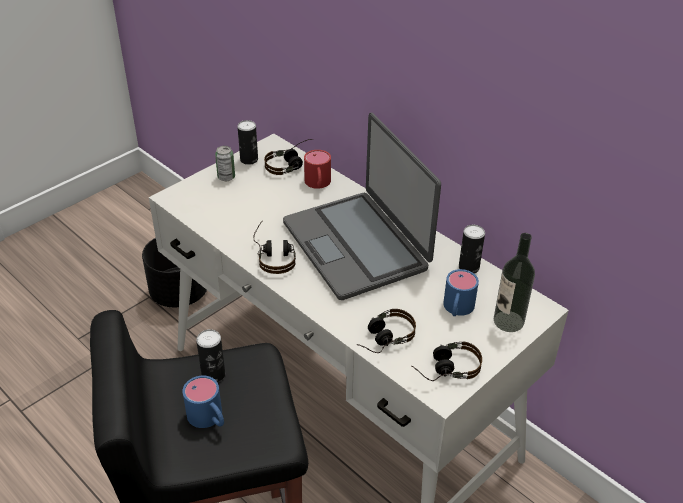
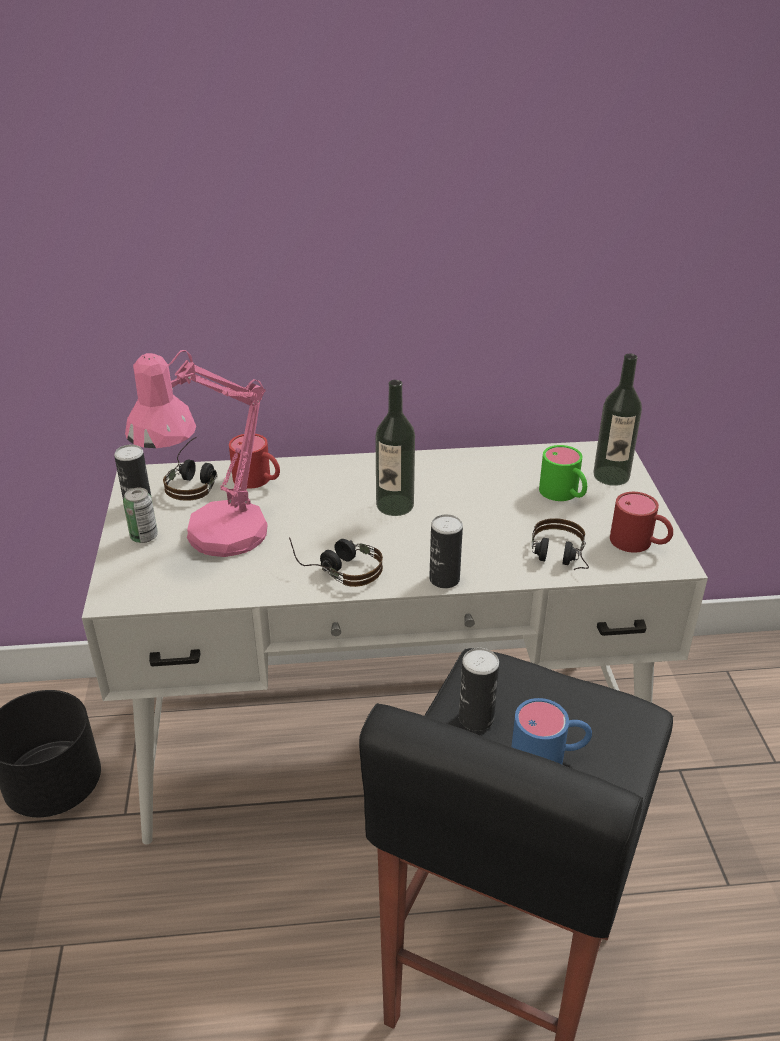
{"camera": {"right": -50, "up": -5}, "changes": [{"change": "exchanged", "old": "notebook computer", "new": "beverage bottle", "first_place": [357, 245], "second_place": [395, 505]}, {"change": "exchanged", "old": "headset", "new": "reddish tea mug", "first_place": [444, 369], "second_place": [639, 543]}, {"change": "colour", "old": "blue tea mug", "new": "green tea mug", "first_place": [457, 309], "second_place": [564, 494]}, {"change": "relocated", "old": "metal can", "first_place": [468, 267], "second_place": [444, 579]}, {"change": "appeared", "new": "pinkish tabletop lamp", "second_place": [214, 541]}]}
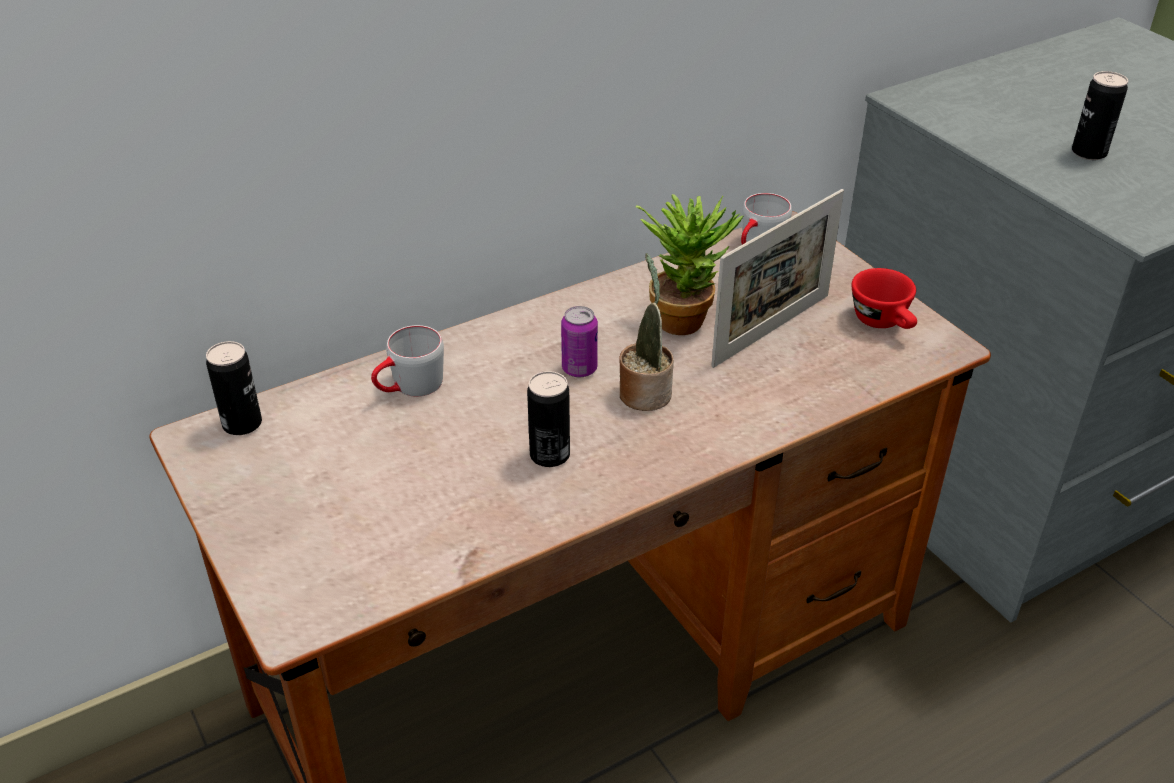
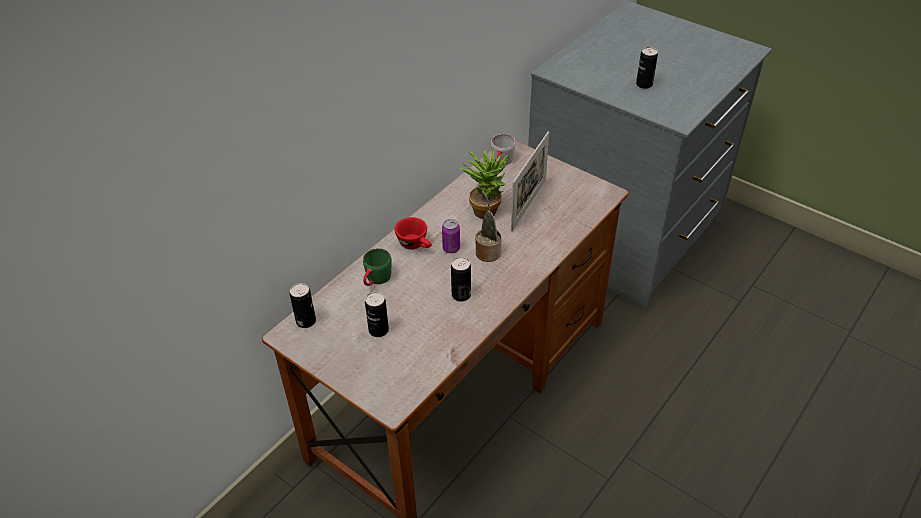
{"camera": {"right": -20, "up": 5}, "changes": [{"change": "colour", "old": "greyish tea mug", "new": "green tea mug", "first_place": [409, 387], "second_place": [376, 280]}, {"change": "relocated", "old": "reddish drinking cup", "first_place": [884, 323], "second_place": [415, 245]}, {"change": "appeared", "new": "metal can", "second_place": [378, 330]}]}
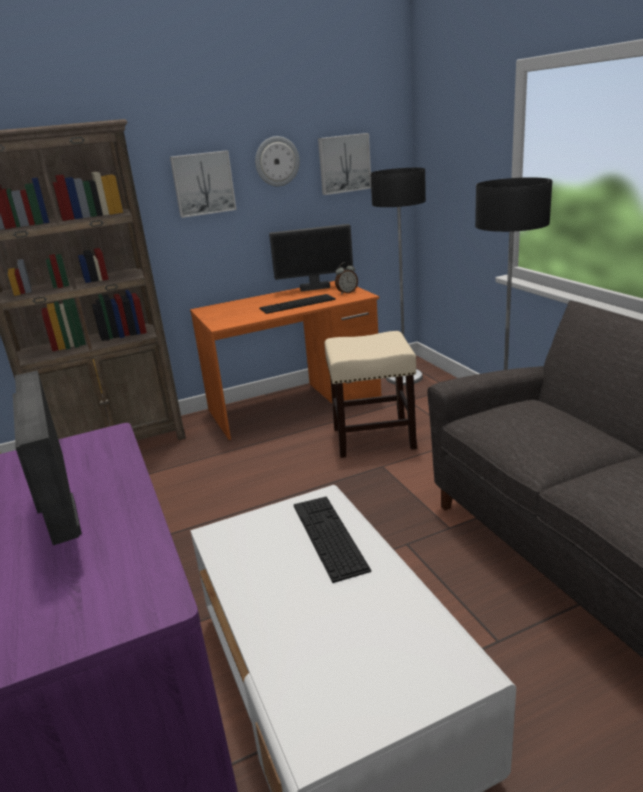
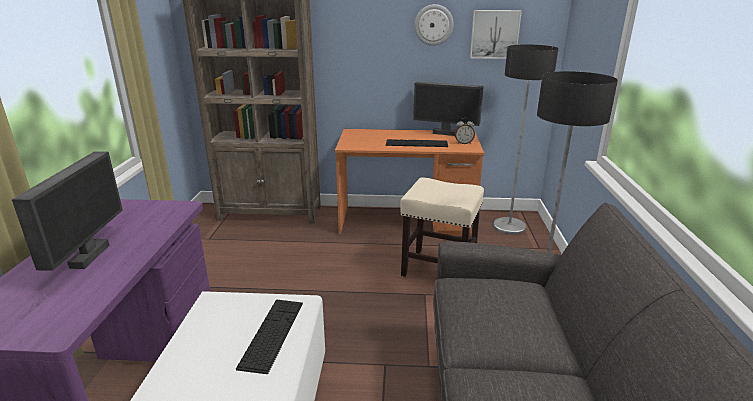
{"camera": {"right": 25, "up": 0}, "changes": [{"change": "missing", "old": "wall picture", "first_place": [203, 183]}]}
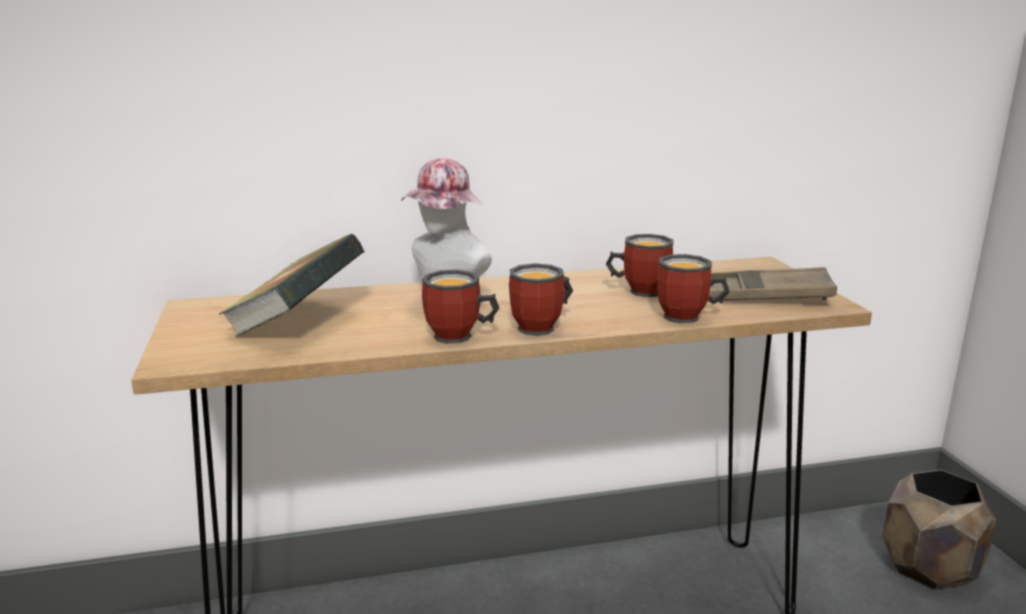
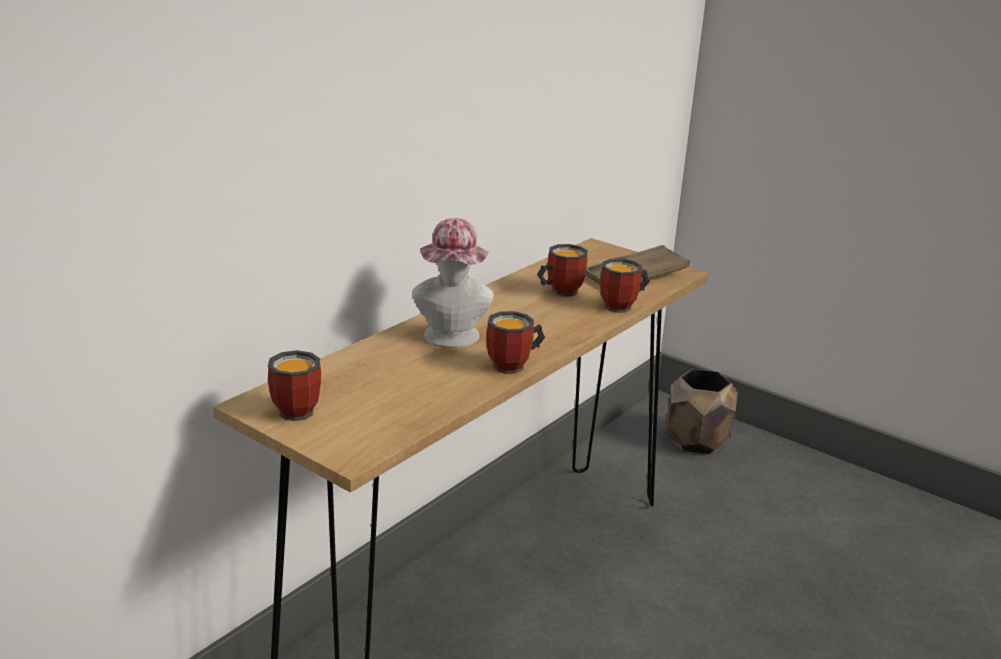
{"camera": {"right": -40, "up": 5}, "changes": [{"change": "missing", "old": "bound book", "first_place": [297, 323]}, {"change": "relocated", "old": "tea mug", "first_place": [543, 327], "second_place": [301, 409]}]}
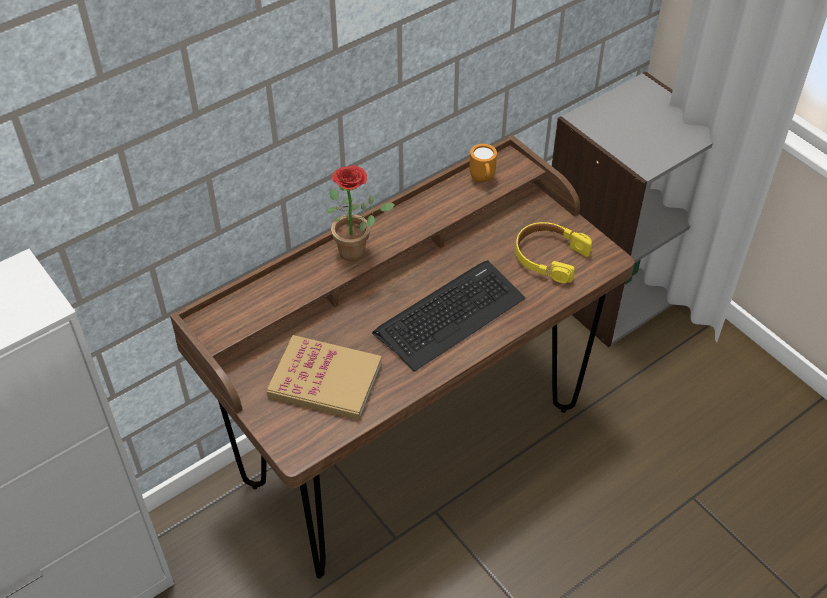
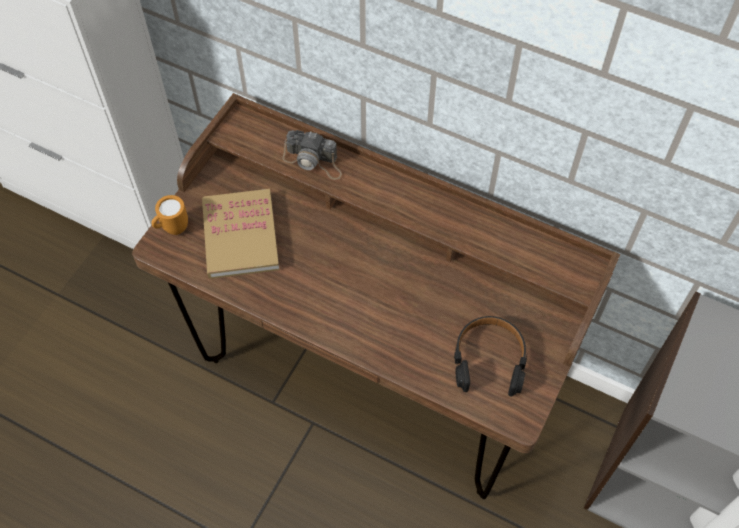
{"camera": {"right": 65, "up": 10}, "changes": [{"change": "missing", "old": "potted plant", "first_place": [358, 250]}, {"change": "missing", "old": "PC keyboard", "first_place": [450, 315]}, {"change": "relocated", "old": "orange tea mug", "first_place": [483, 180], "second_place": [172, 229]}, {"change": "colour", "old": "yellowish headset", "new": "black headset", "first_place": [549, 257], "second_place": [489, 359]}, {"change": "appeared", "new": "photo camera", "second_place": [314, 161]}]}
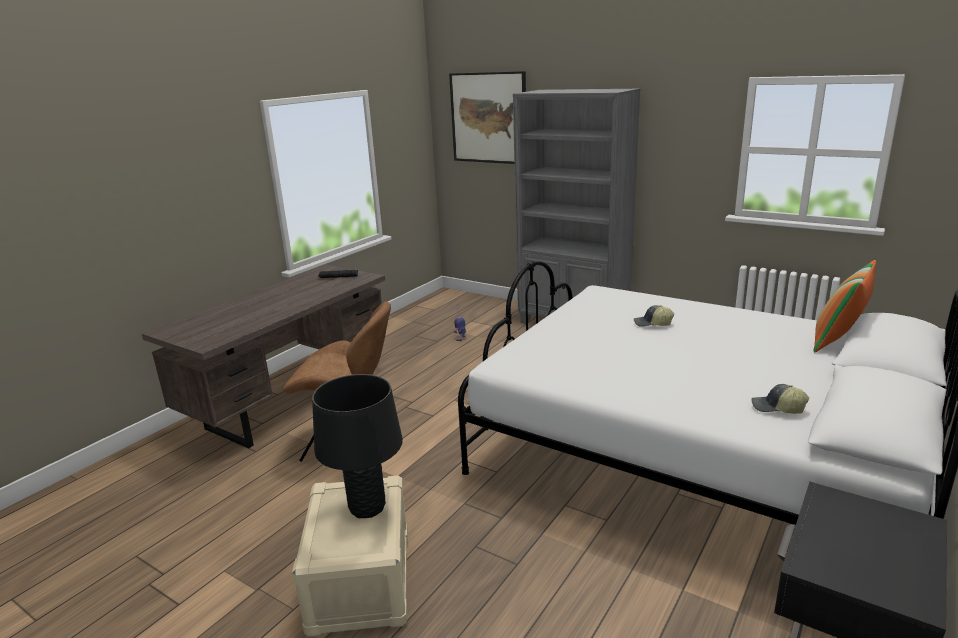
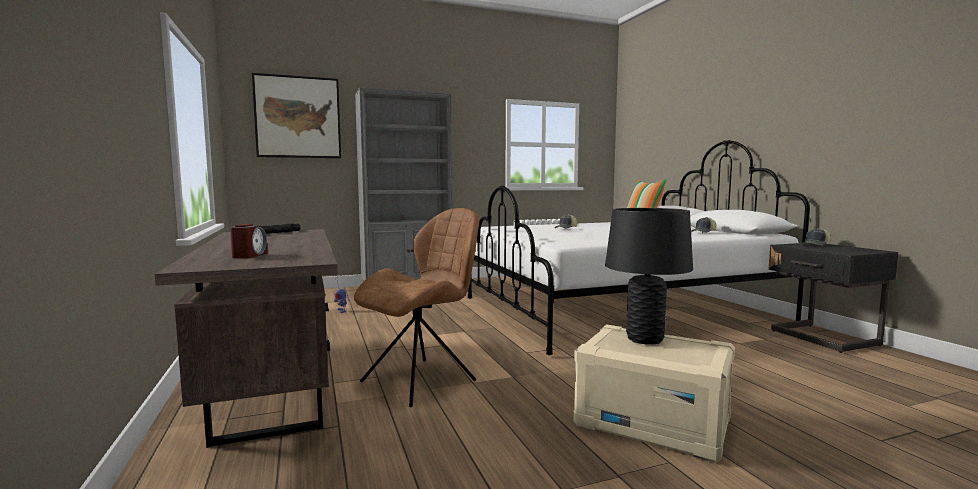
{"camera": {"right": -55, "up": -15}, "changes": [{"change": "appeared", "new": "table clock", "second_place": [249, 255]}, {"change": "appeared", "new": "peaked cap", "second_place": [816, 245]}]}
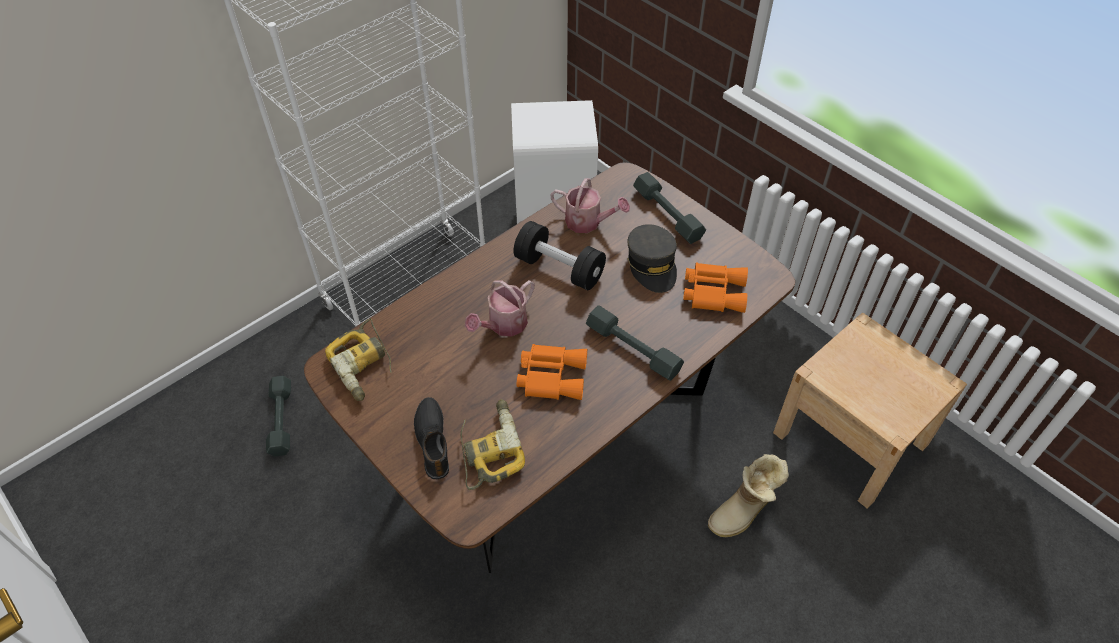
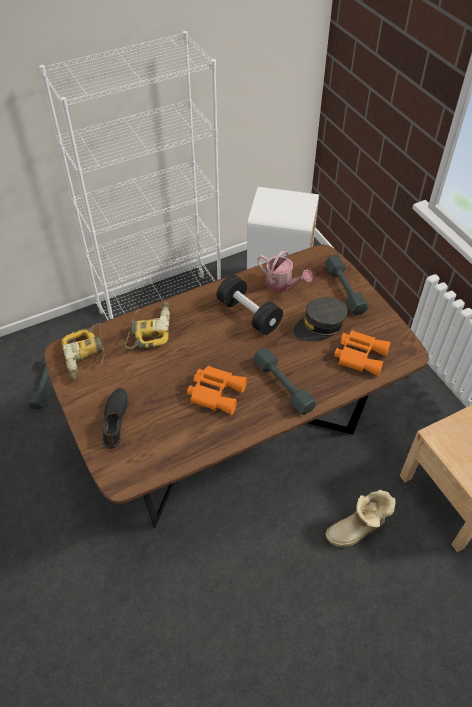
{"camera": {"right": 15, "up": 0}, "changes": [{"change": "relocated", "old": "power drill", "first_place": [489, 448], "second_place": [149, 329]}, {"change": "missing", "old": "sprinkling can", "first_place": [503, 325]}, {"change": "spun", "old": "greyish peaked cap", "first_place": [652, 265], "second_place": [319, 326], "degrees": 60}]}
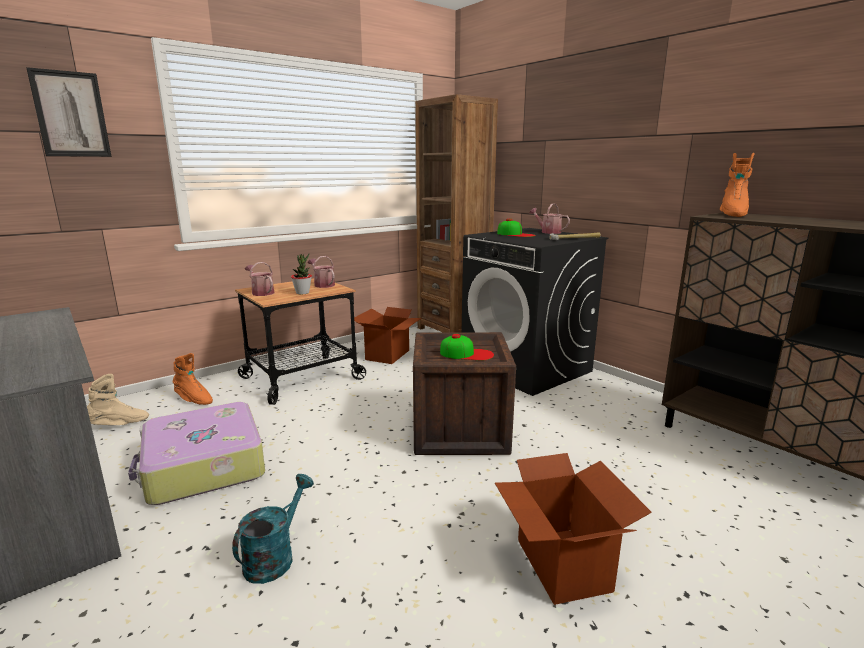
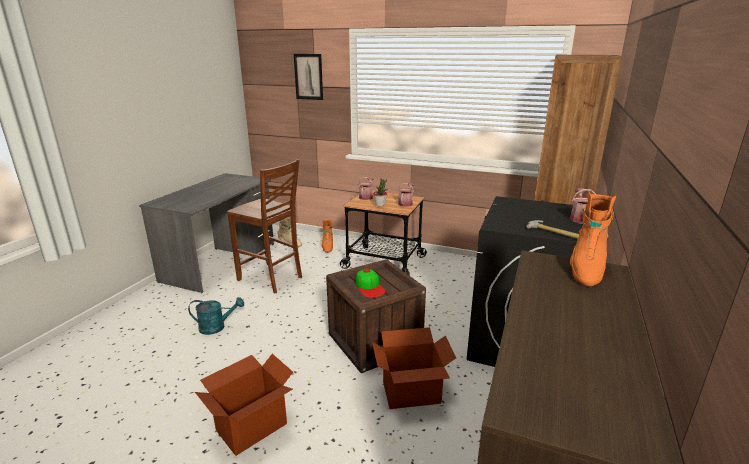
{"camera": {"right": 60, "up": 5}, "changes": [{"change": "exchanged", "old": "suitcase", "new": "brown-coloured plain chair", "first_place": [203, 466], "second_place": [271, 279]}, {"change": "relocated", "old": "packing box", "first_place": [388, 355], "second_place": [411, 393]}, {"change": "missing", "old": "peaked cap", "first_place": [515, 234]}, {"change": "spun", "old": "orange high-top boot", "first_place": [732, 214], "second_place": [585, 269], "degrees": -60}]}
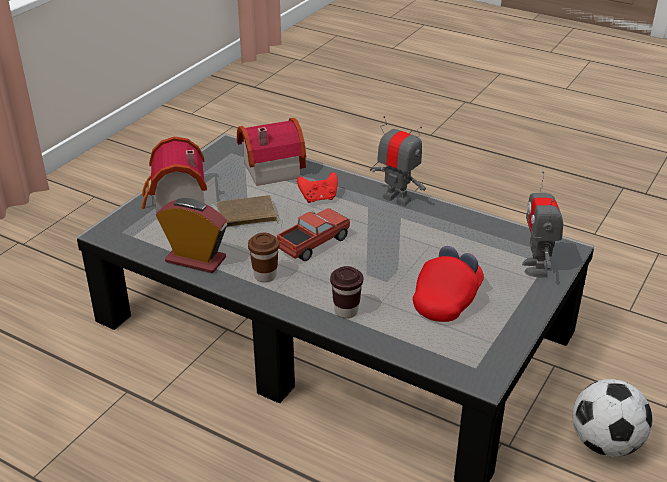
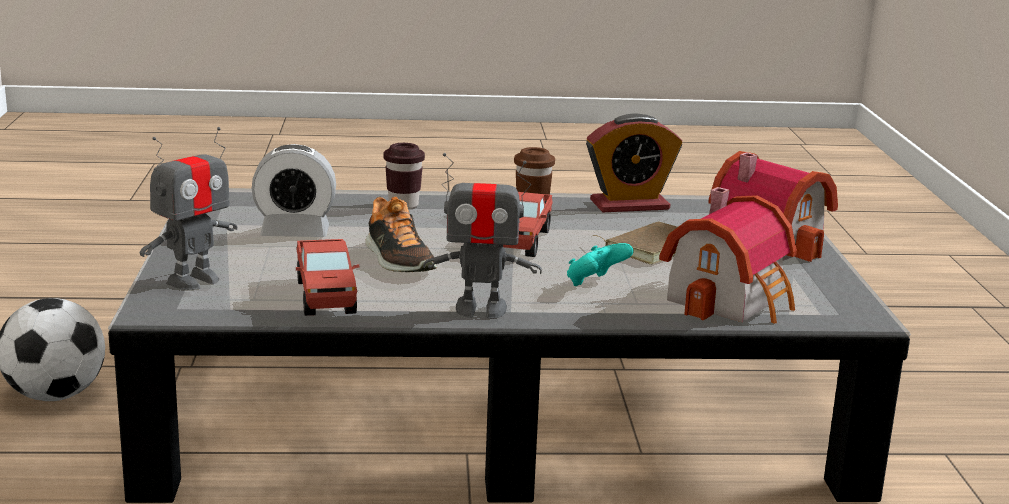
{"camera": {"right": 145, "up": -15}, "changes": [{"change": "colour", "old": "reddish gamepad", "new": "blue-green gamepad", "first_place": [319, 198], "second_place": [595, 284]}, {"change": "exchanged", "old": "reddish peaked cap", "new": "table clock", "first_place": [447, 299], "second_place": [295, 232]}, {"change": "spun", "old": "toy robot", "first_place": [536, 268], "second_place": [193, 280], "degrees": 75}, {"change": "appeared", "new": "model truck", "second_place": [325, 296]}, {"change": "appeared", "new": "shoe", "second_place": [398, 260]}]}
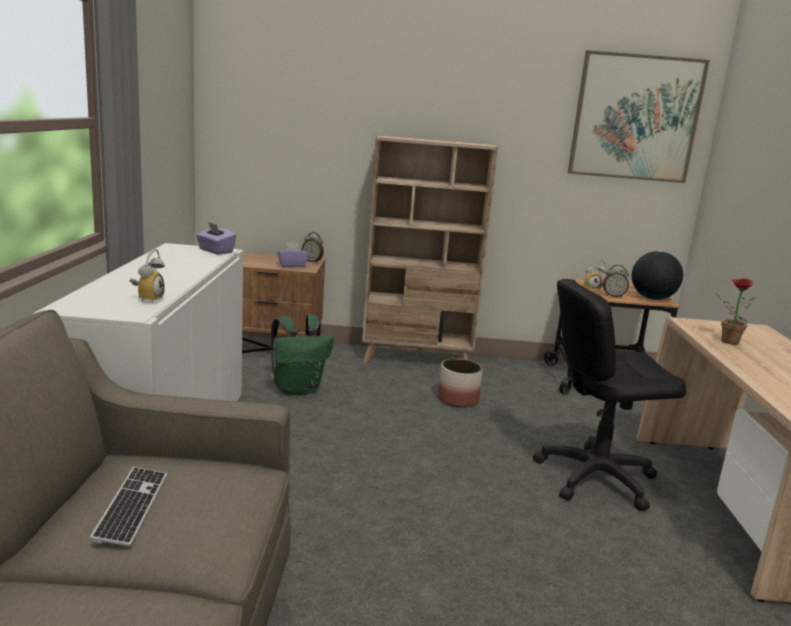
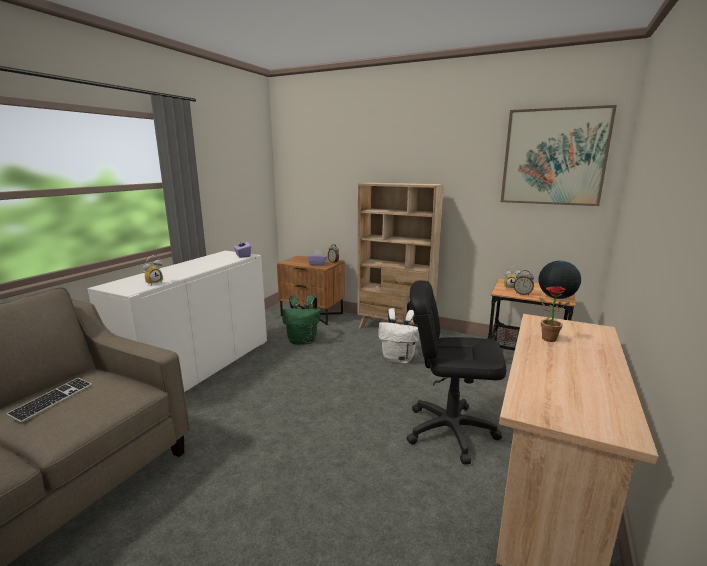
{"camera": {"right": 25, "up": 0}, "changes": [{"change": "exchanged", "old": "flower pot", "new": "whitish rucksack", "first_place": [458, 400], "second_place": [399, 359]}]}
